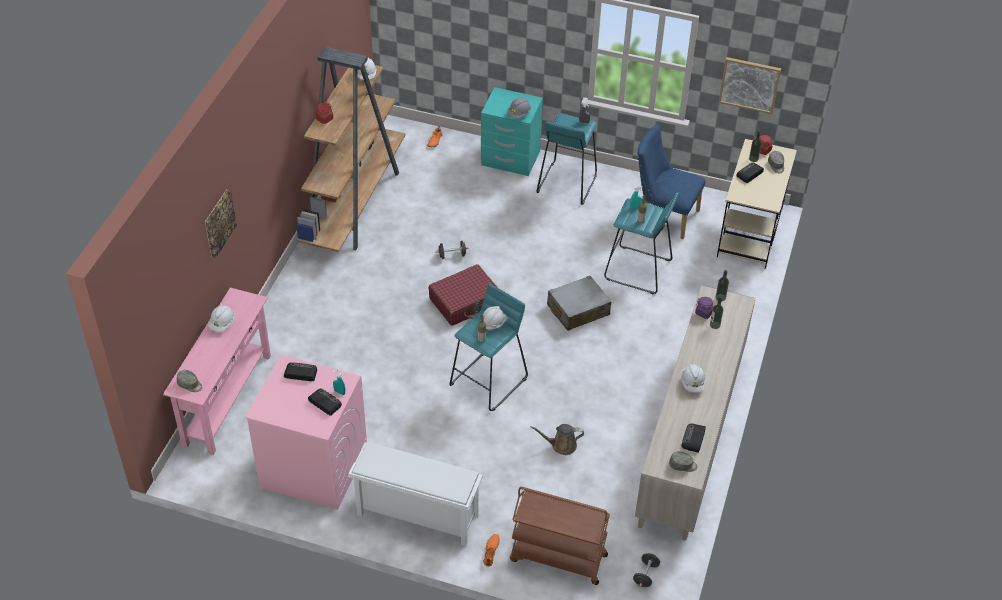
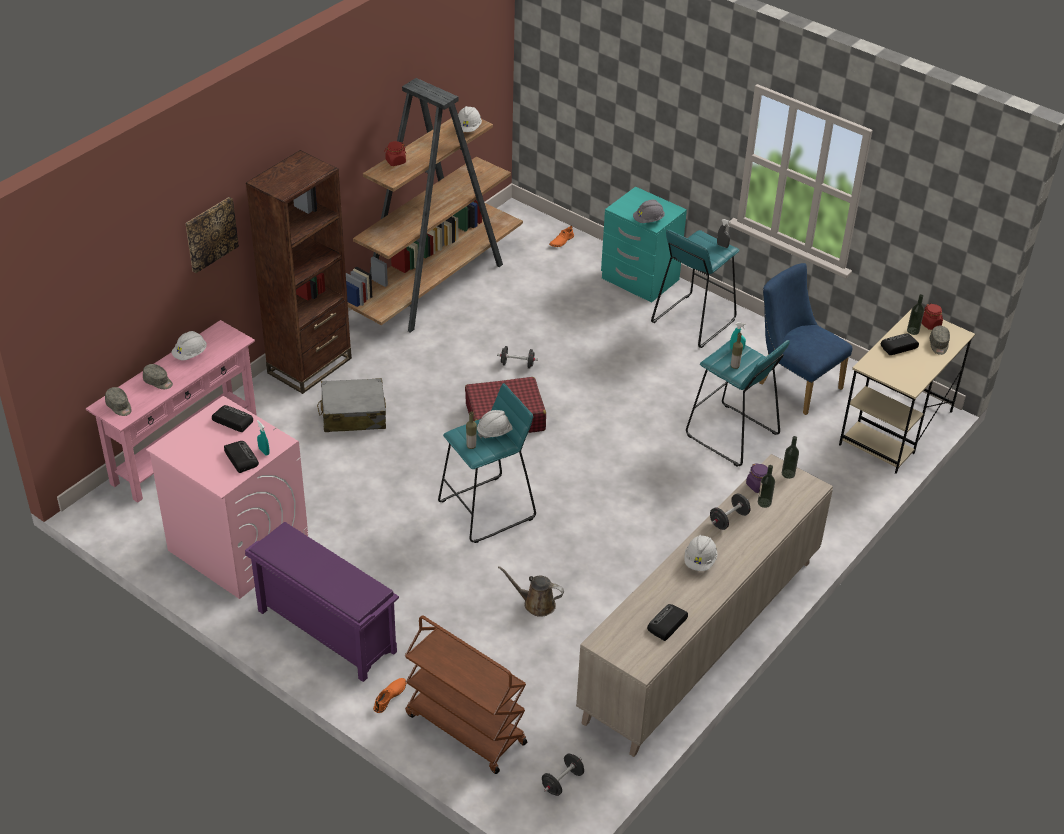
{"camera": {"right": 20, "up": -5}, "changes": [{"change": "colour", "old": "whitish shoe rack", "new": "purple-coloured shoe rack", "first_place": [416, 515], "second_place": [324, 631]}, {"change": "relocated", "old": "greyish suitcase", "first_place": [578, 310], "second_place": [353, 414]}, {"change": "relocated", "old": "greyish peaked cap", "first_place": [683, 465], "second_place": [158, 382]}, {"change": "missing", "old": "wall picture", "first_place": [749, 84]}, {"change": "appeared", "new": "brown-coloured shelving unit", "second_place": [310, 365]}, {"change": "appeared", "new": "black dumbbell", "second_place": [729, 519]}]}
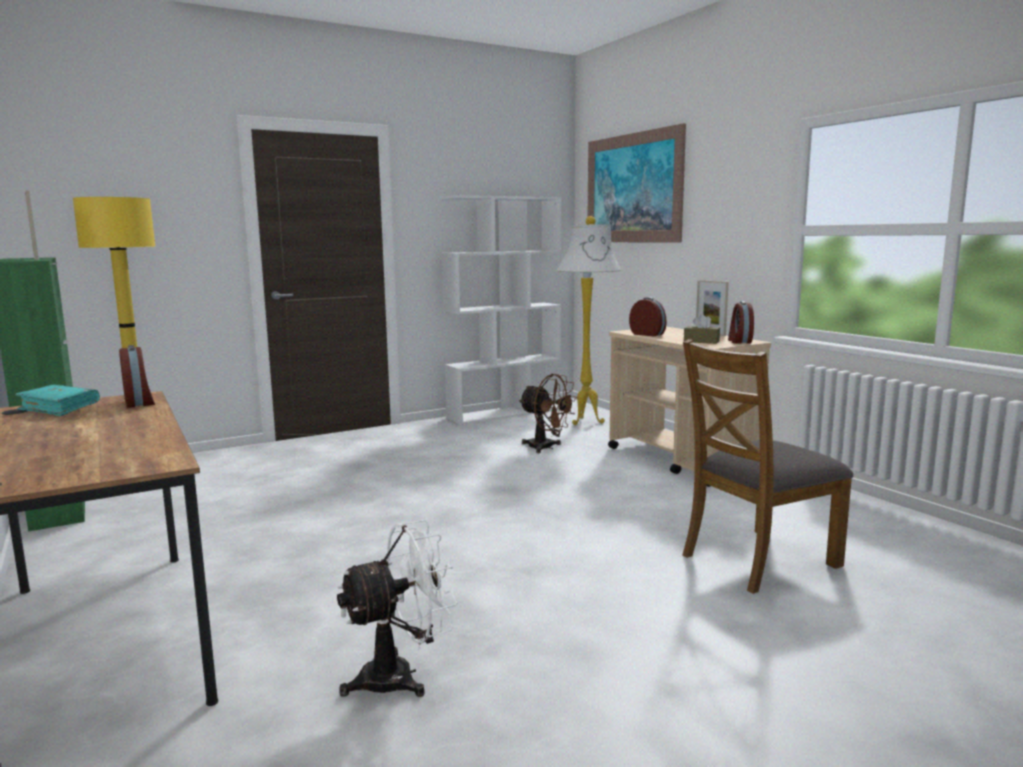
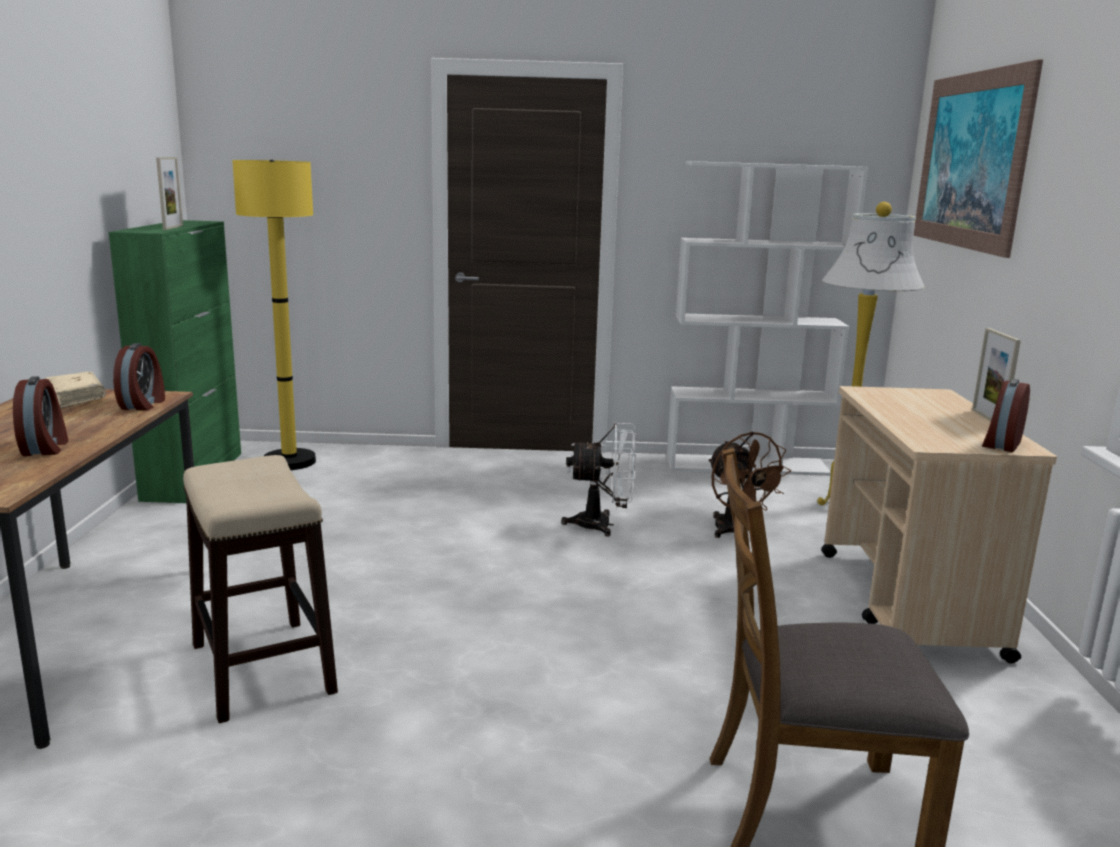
{"camera": {"right": 30, "up": 5}, "changes": [{"change": "colour", "old": "blue-green bound book", "new": "beige bound book", "first_place": [59, 408], "second_place": [76, 398]}, {"change": "relocated", "old": "whitish fan", "first_place": [401, 676], "second_place": [603, 525]}, {"change": "relocated", "old": "table clock", "first_place": [648, 334], "second_place": [46, 448]}, {"change": "missing", "old": "brown-coloured tissue box", "first_place": [701, 341]}, {"change": "appeared", "new": "sitting stool", "second_place": [262, 669]}]}
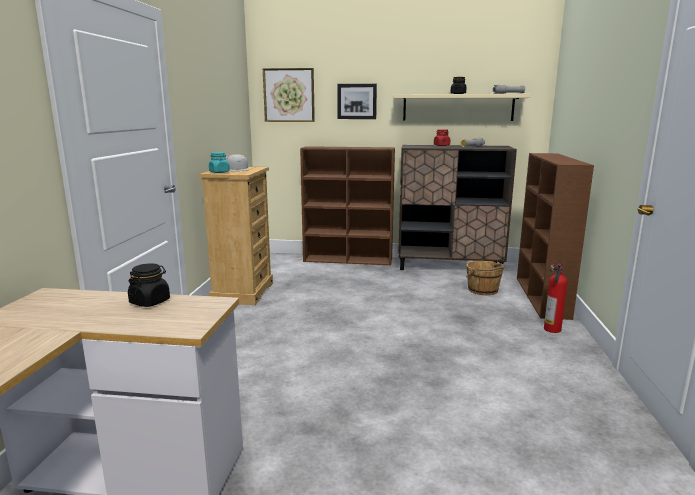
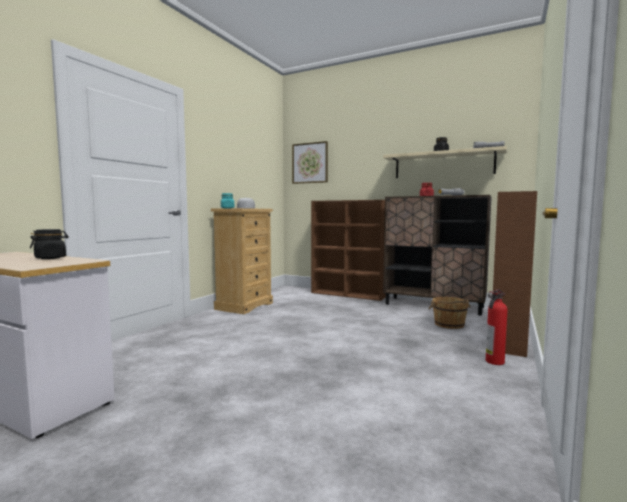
{"camera": {"right": 20, "up": -10}, "changes": [{"change": "missing", "old": "wall picture", "first_place": [357, 101]}]}
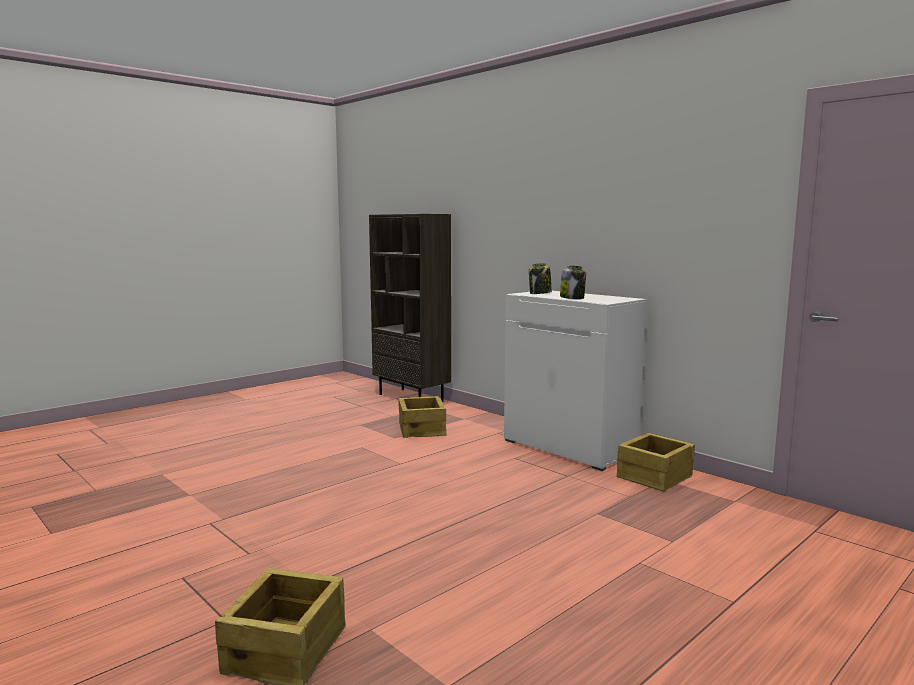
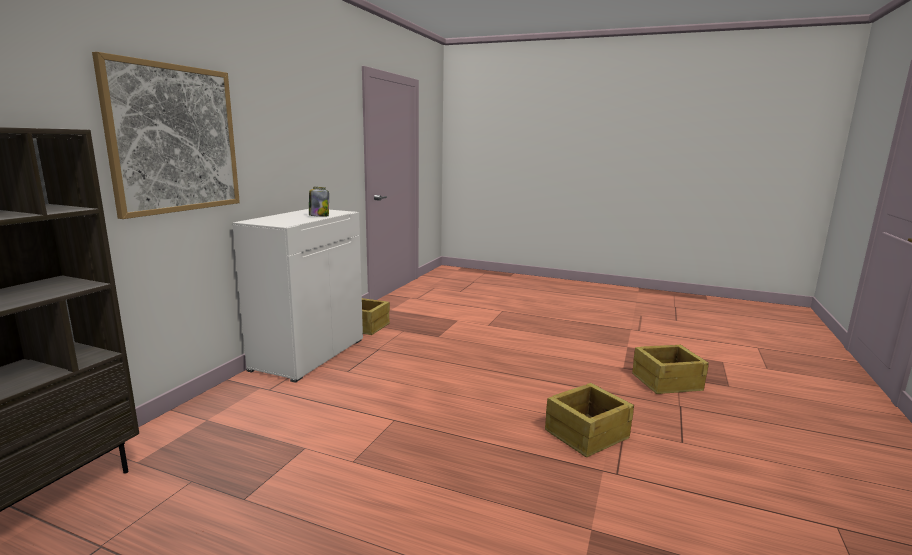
{"camera": {"right": -115, "up": 5}, "changes": [{"change": "relocated", "old": "packing crate", "first_place": [422, 429], "second_place": [585, 433]}, {"change": "missing", "old": "jar", "first_place": [540, 293]}, {"change": "appeared", "new": "wall picture", "second_place": [174, 139]}]}
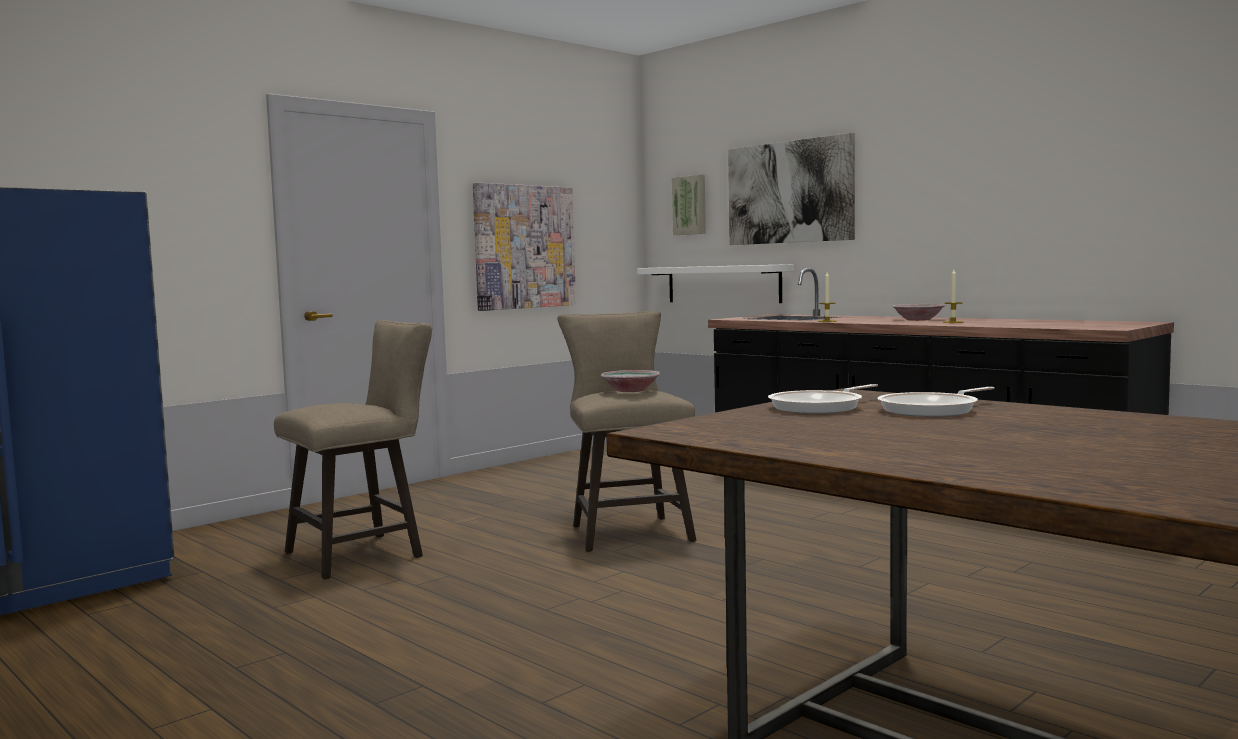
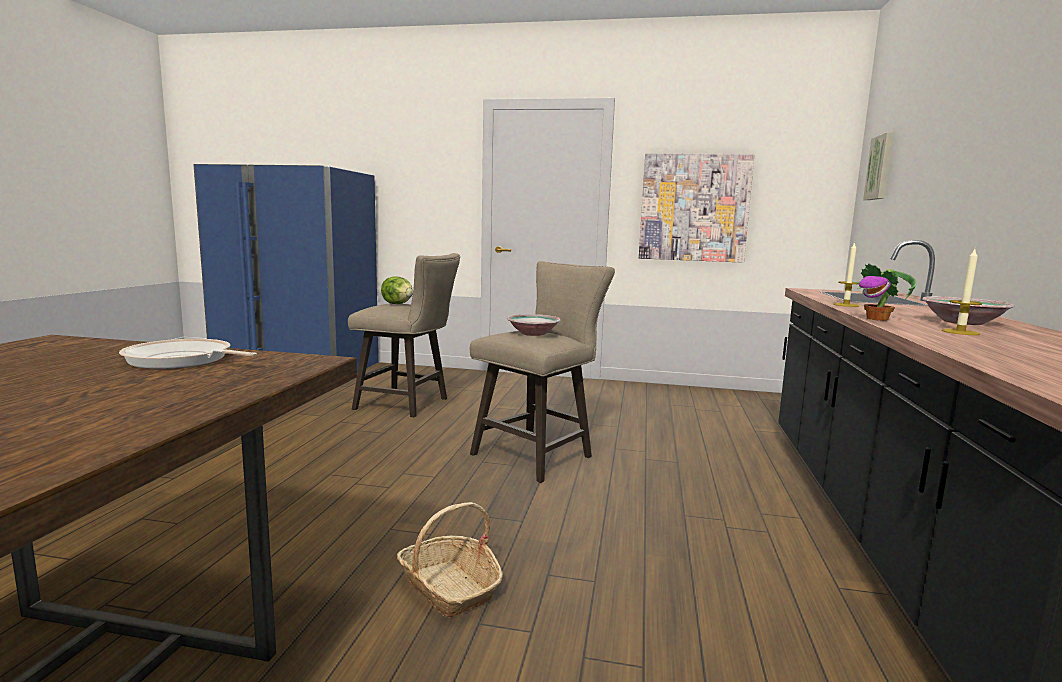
{"camera": {"right": 55, "up": 5}, "changes": [{"change": "missing", "old": "whitish wall shelf", "first_place": [723, 284]}, {"change": "missing", "old": "wall picture", "first_place": [789, 192]}, {"change": "missing", "old": "skillet", "first_place": [932, 410]}, {"change": "appeared", "new": "head of lettuce", "second_place": [398, 304]}, {"change": "appeared", "new": "household basket", "second_place": [449, 588]}, {"change": "appeared", "new": "potted plant", "second_place": [878, 319]}]}
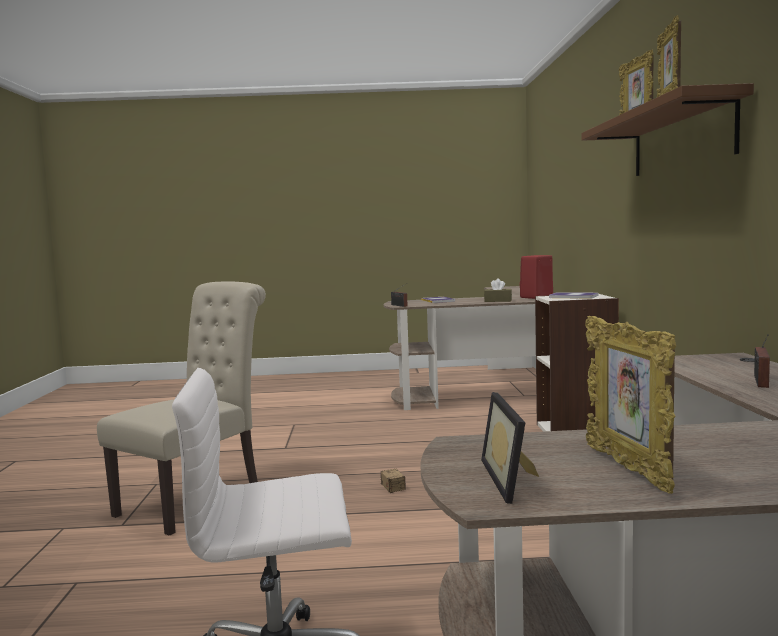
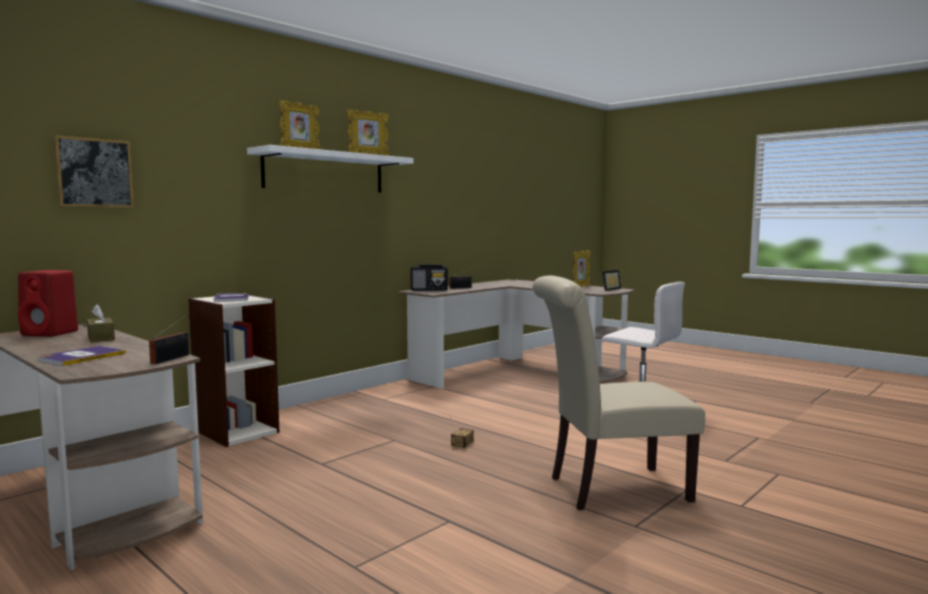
{"camera": {"right": -135, "up": 0}, "changes": [{"change": "colour", "old": "brown-coloured wall shelf", "new": "whitish wall shelf", "first_place": [680, 139], "second_place": [325, 172]}, {"change": "appeared", "new": "wall picture", "second_place": [94, 173]}, {"change": "appeared", "new": "radio", "second_place": [429, 290]}]}
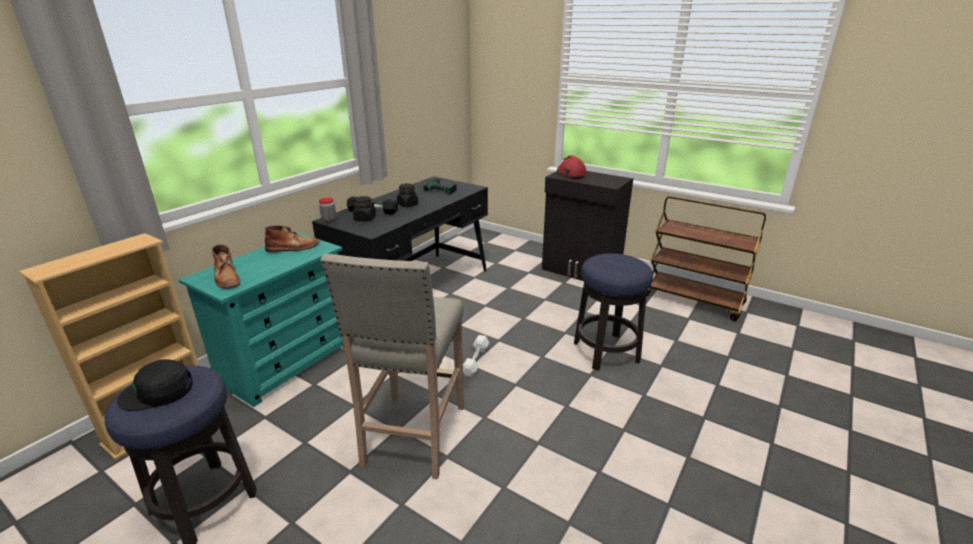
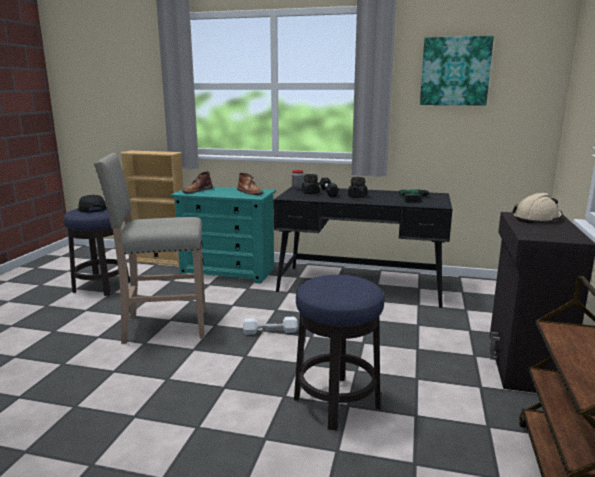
{"camera": {"right": 70, "up": -10}, "changes": [{"change": "colour", "old": "reddish work helmet", "new": "beige work helmet", "first_place": [571, 174], "second_place": [537, 218]}, {"change": "appeared", "new": "wall picture", "second_place": [455, 71]}]}
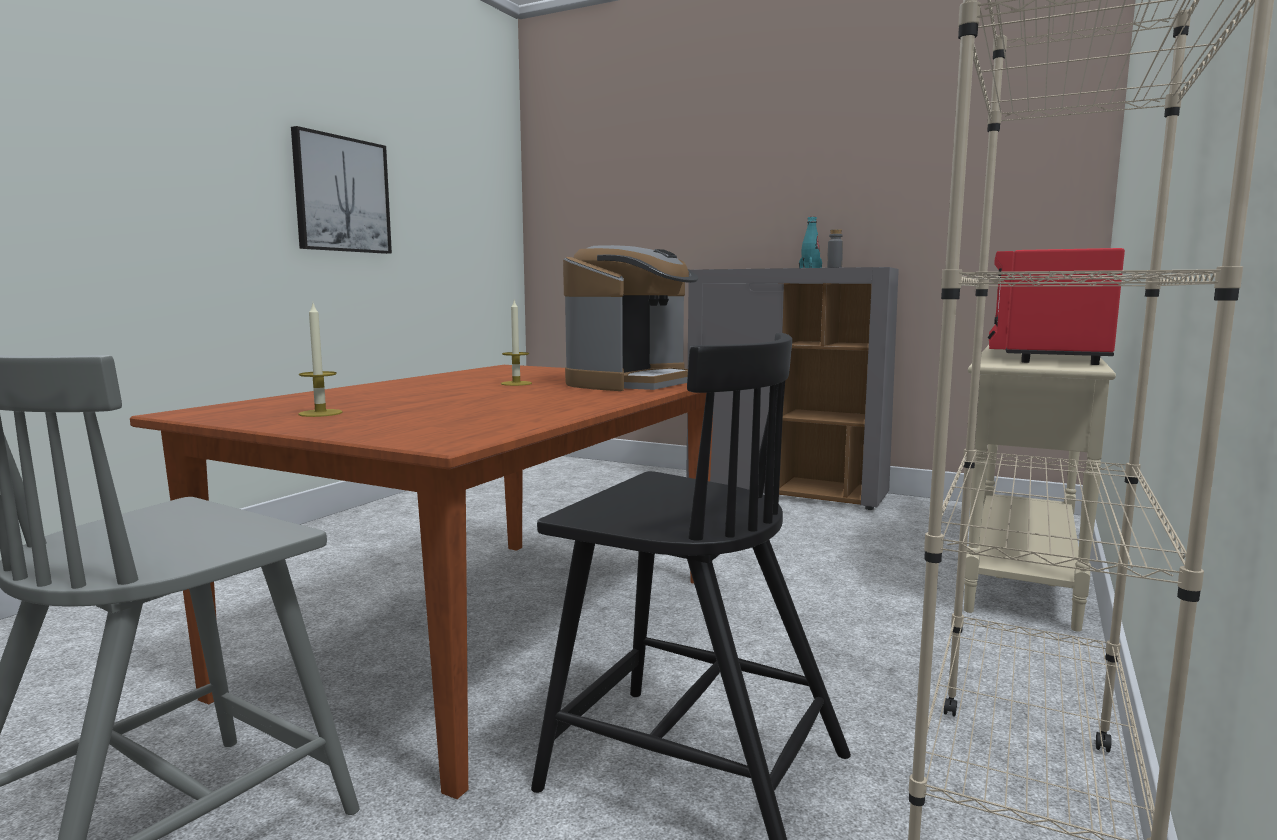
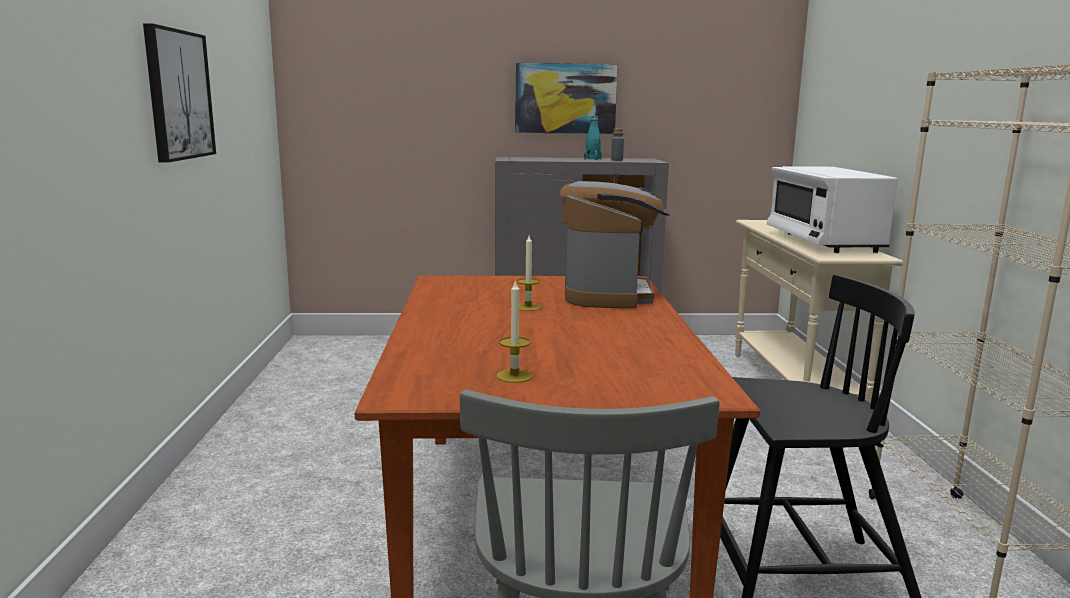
{"camera": {"right": -30, "up": 5}, "changes": [{"change": "colour", "old": "reddish microwave oven", "new": "whitish microwave oven", "first_place": [1043, 356], "second_place": [823, 242]}, {"change": "appeared", "new": "wall picture", "second_place": [565, 98]}]}
